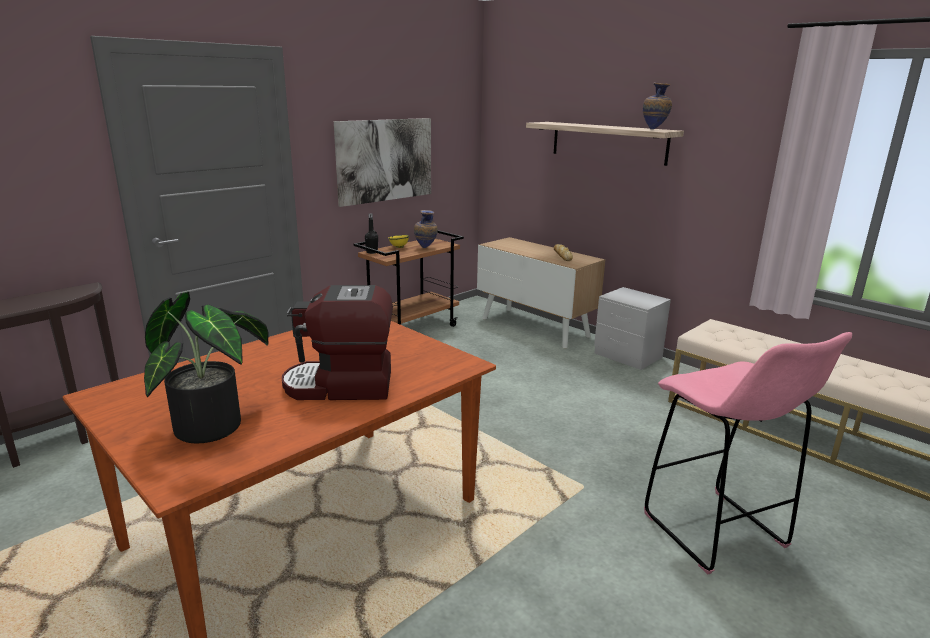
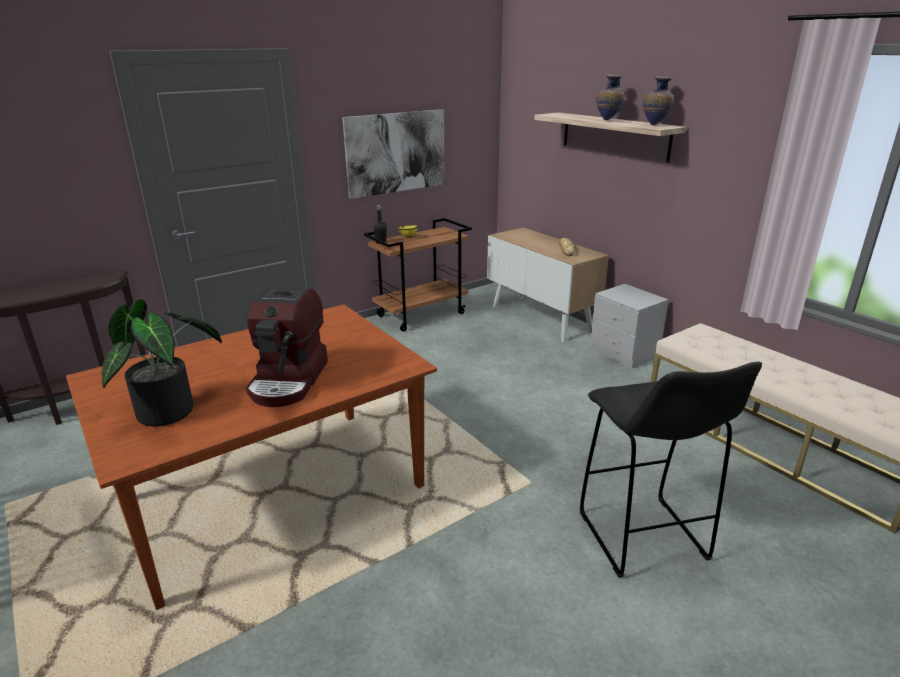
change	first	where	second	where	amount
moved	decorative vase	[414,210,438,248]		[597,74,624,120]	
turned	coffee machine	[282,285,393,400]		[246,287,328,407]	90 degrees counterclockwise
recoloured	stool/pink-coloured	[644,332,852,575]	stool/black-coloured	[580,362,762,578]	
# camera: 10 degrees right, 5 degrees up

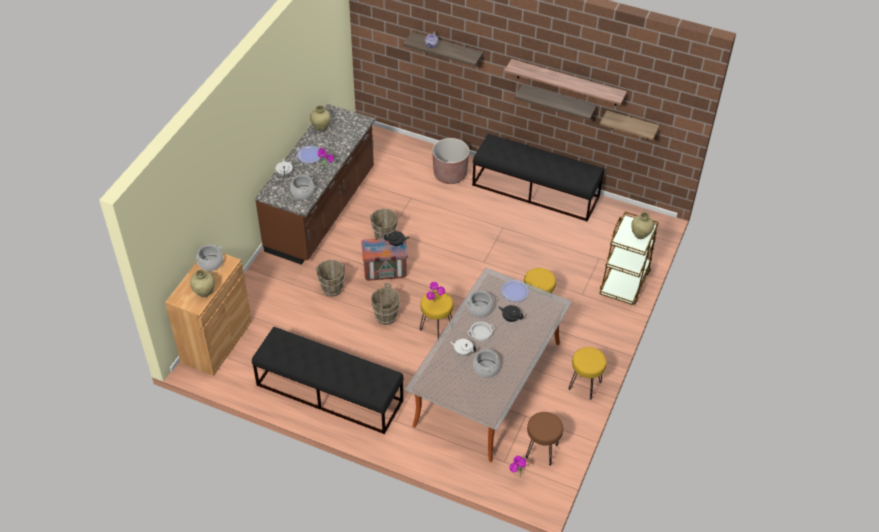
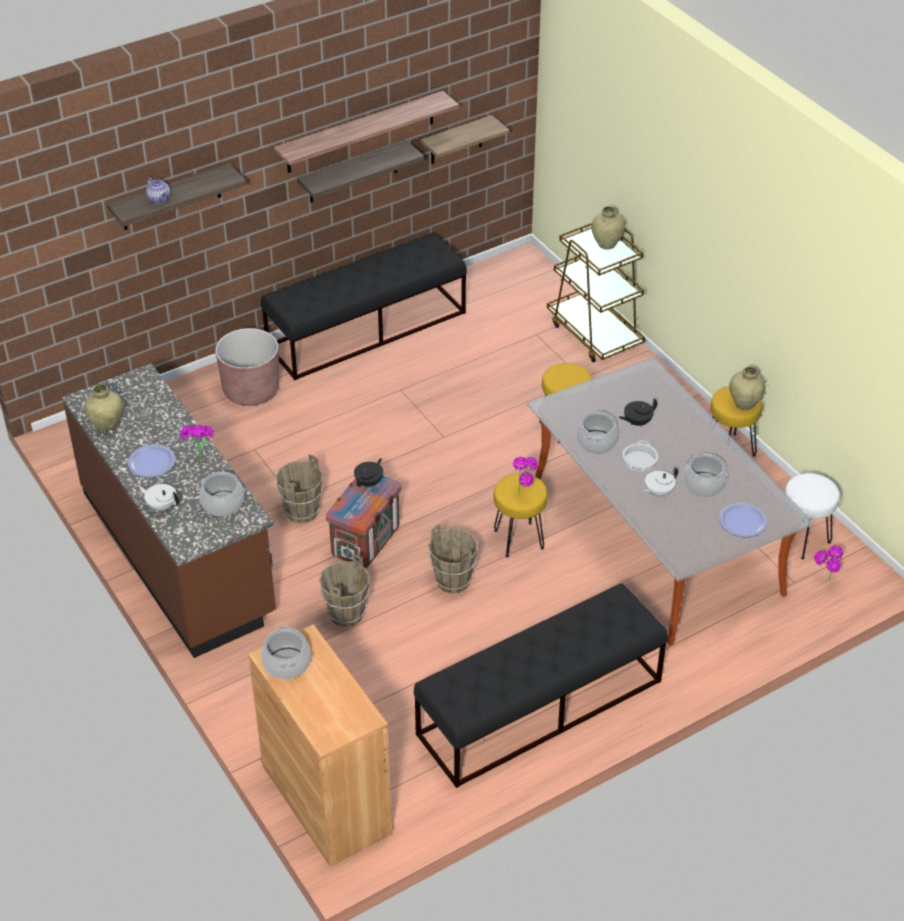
change	first	where	second	where	amount
moved	decorative vase/beige	[190,270,215,297]		[729,367,765,410]	
moved	plate	[501,280,529,302]		[719,503,767,537]	
recoloured	stool/brown	[526,412,563,465]	stool/whitish	[785,473,840,560]	
# camera: 55 degrees left, 5 degrees down

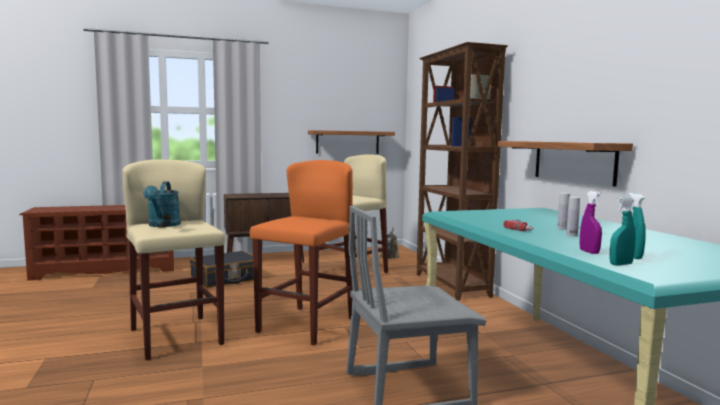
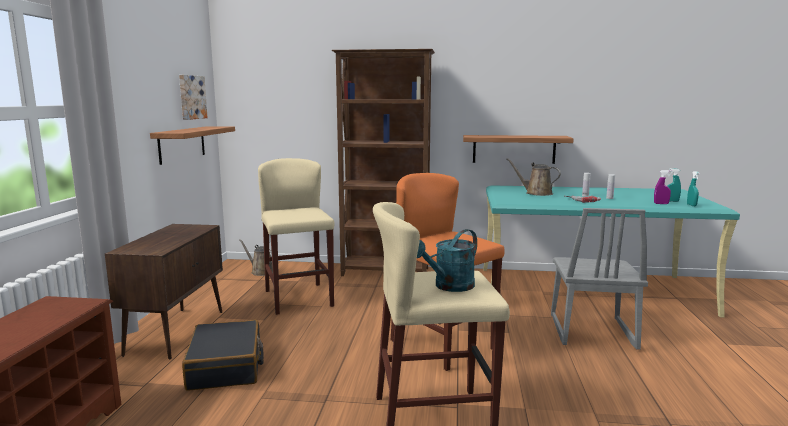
change	first	where	second	where	amount
turned	watering pot/blue-green	[143,182,181,227]		[417,229,477,292]	120 degrees clockwise
added			wall art	[179,75,208,120]	
added			watering pot/brown	[506,158,561,196]	
# camera: 65 degrees left, 5 degrees up

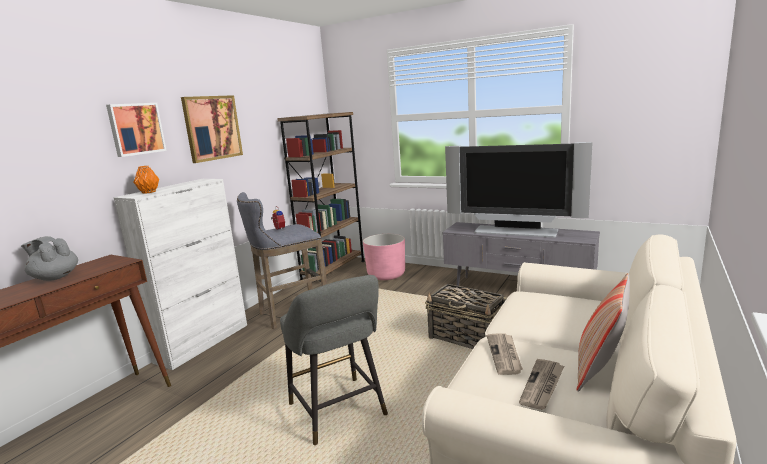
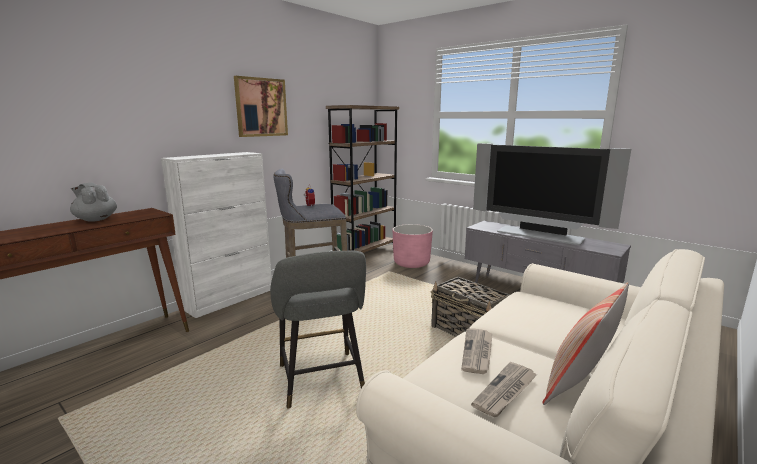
change	first	where	second	where	amount
removed	wall art	[106,103,167,157]			
removed	decorative vase/orange-coloured	[133,166,159,194]			
# camera: 10 degrees right, 0 degrees up

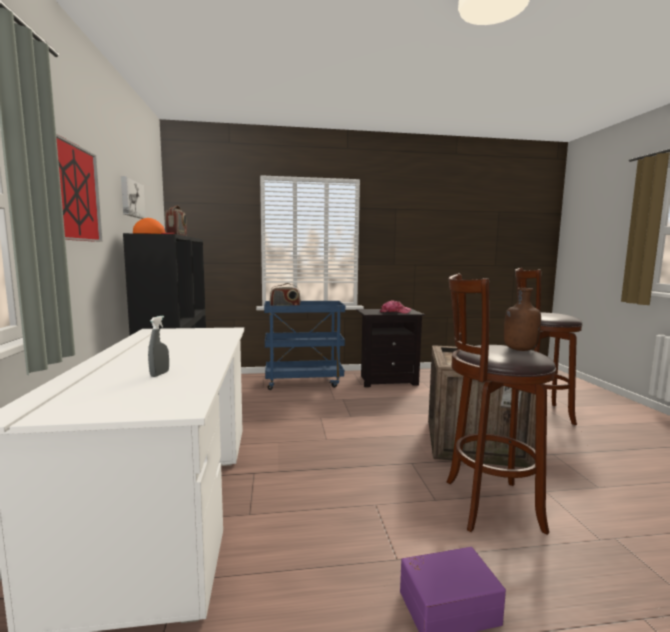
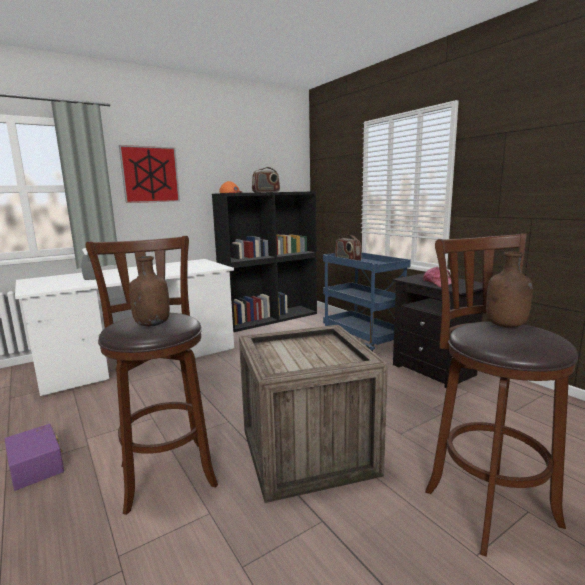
change	first	where	second	where	amount
removed	wall art	[121,176,146,219]			
added			beverage bottle/brown	[486,252,533,328]	
# camera: 65 degrees right, 5 degrees up

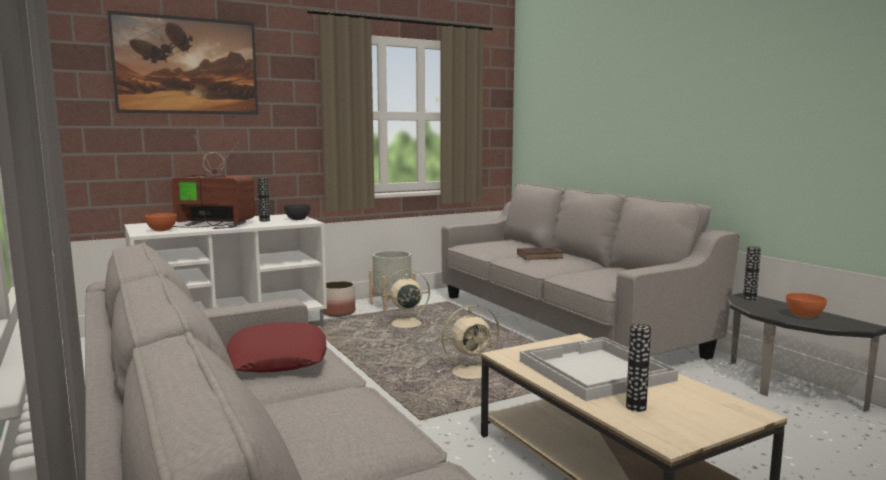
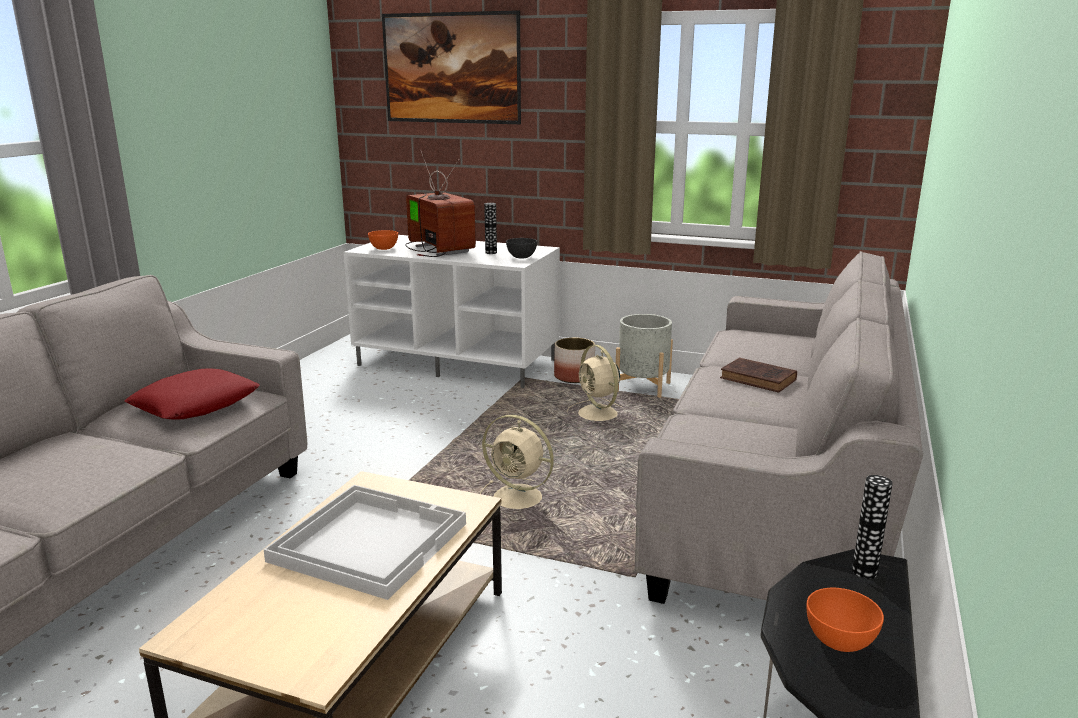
change	first	where	second	where	amount
turned	fan/beige	[382,270,433,330]		[567,345,622,421]	150 degrees counterclockwise
removed	decorative vase	[626,324,651,412]			
# camera: 50 degrees right, 10 degrees up

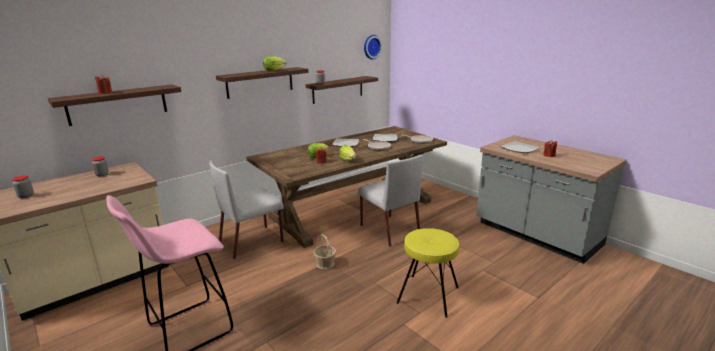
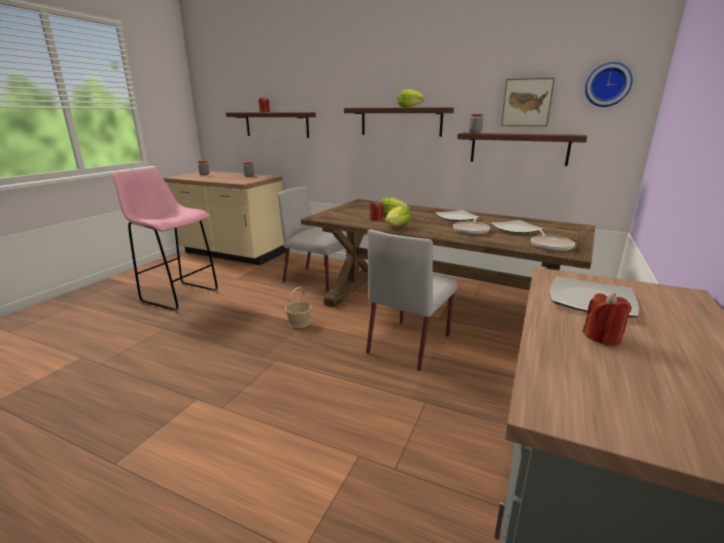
change	first	where	second	where	amount
removed	stool/yellowish	[397,228,459,318]			
added			wall art	[501,78,555,126]	
# camera: 65 degrees right, 0 degrees up

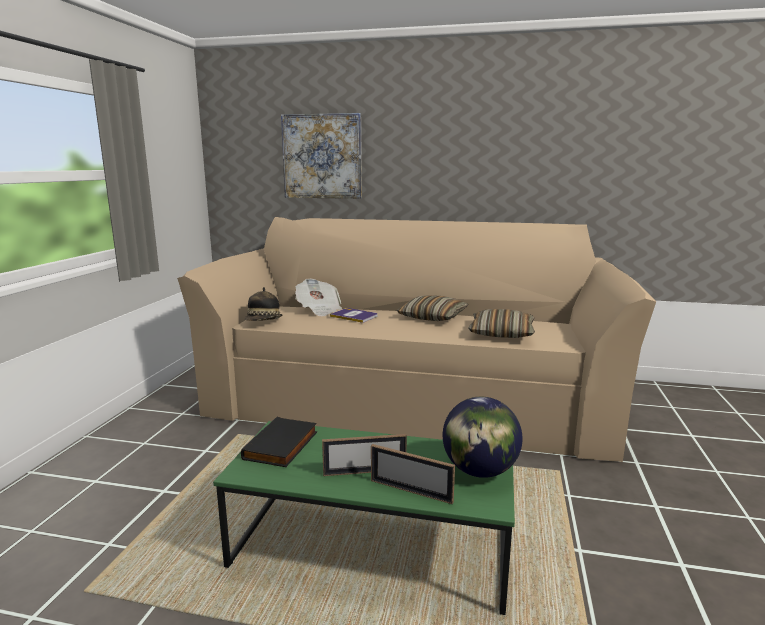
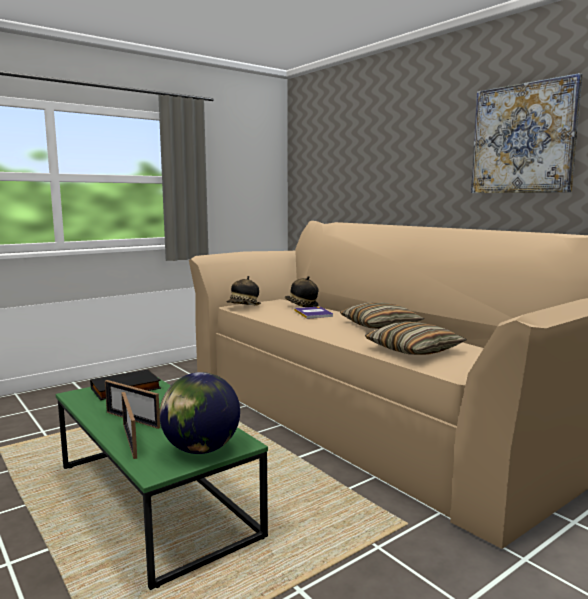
change	first	where	second	where	amount
moved	wall art	[281,113,362,199]		[471,73,583,193]	
replaced	daily paper	[295,279,342,317]	clothing hat	[285,276,319,307]	
# camera: 40 degrees right, 5 degrees down

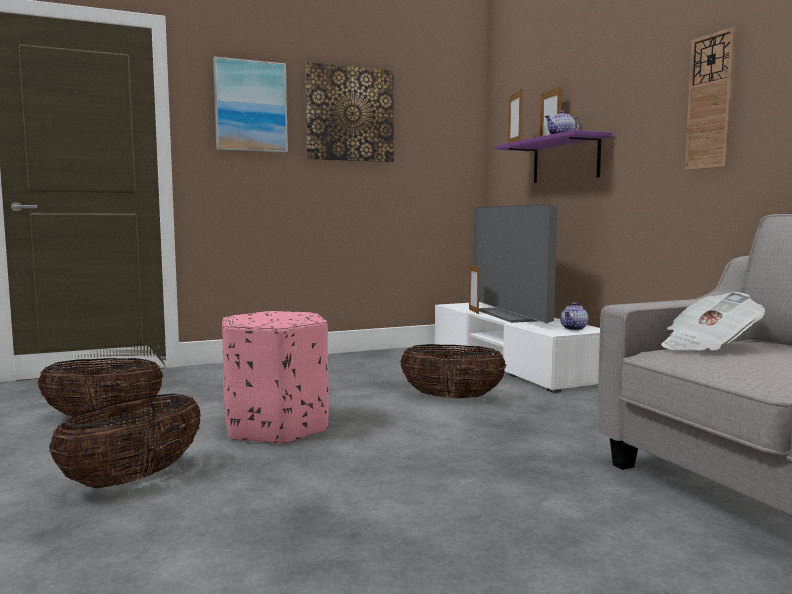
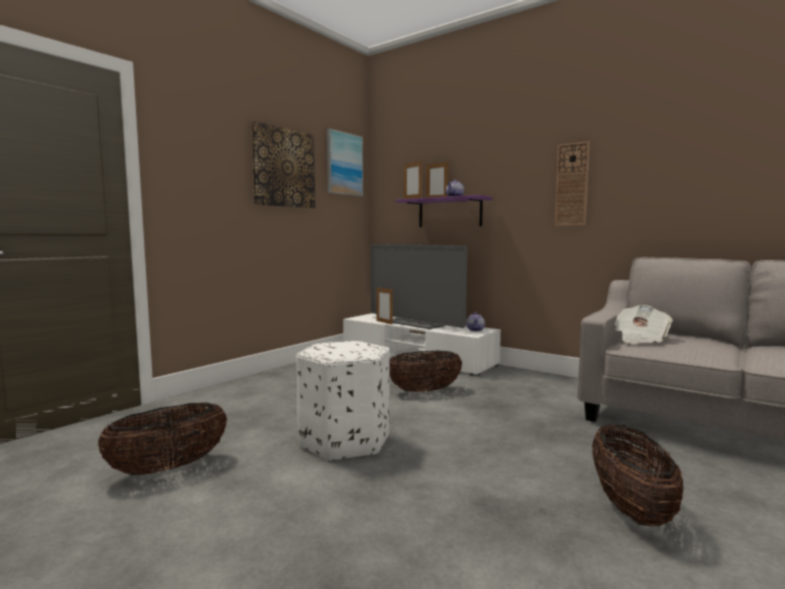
change	first	where	second	where	amount
moved	wall art	[213,57,288,153]		[327,128,363,196]	
recoloured	footrest/pink-coloured	[222,311,329,445]	footrest/whitish	[296,341,390,461]	
moved	basket	[49,394,201,488]		[592,424,684,526]	
# camera: 30 degrees left, 0 degrees up

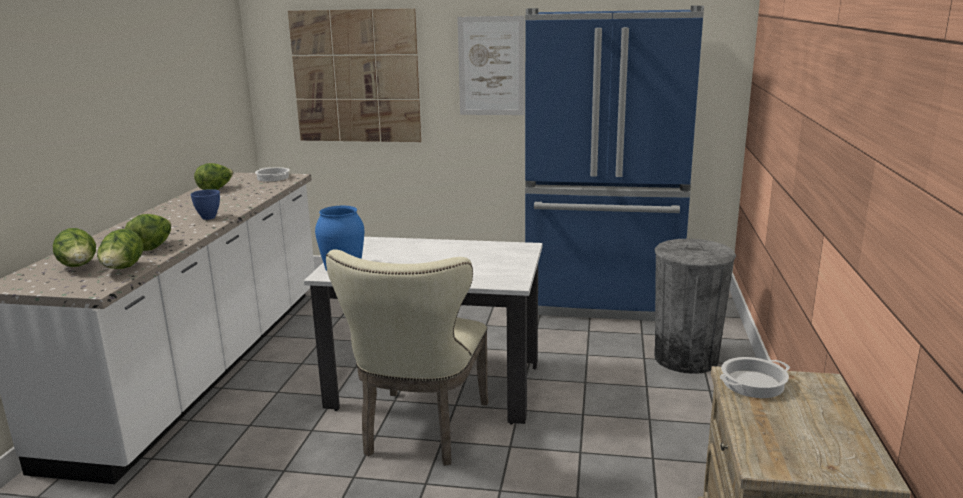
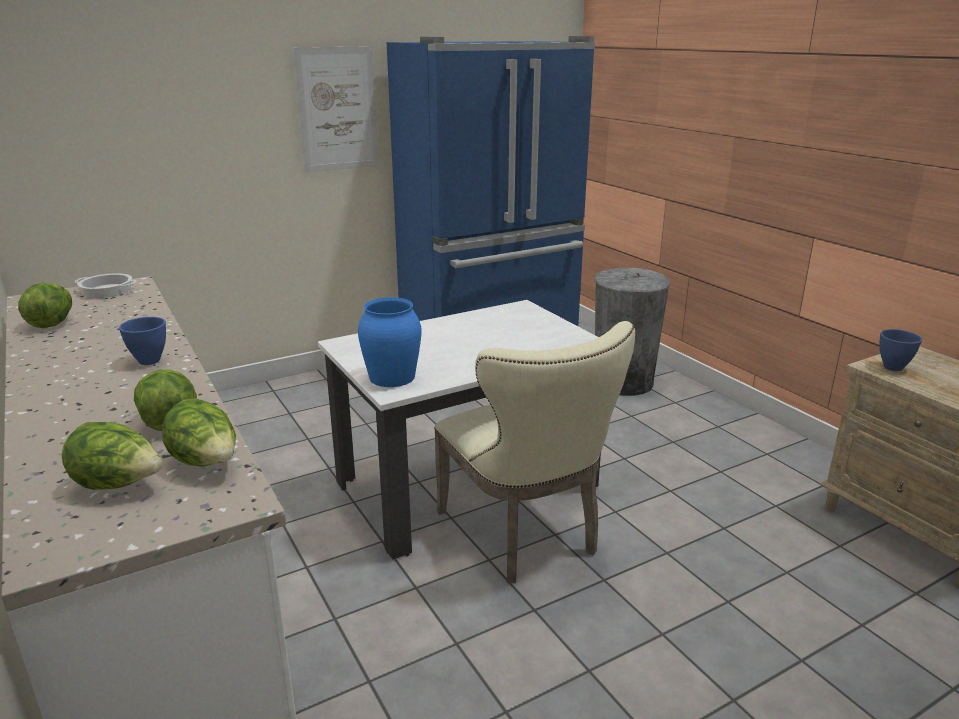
change	first	where	second	where	amount
removed	wall art	[288,9,421,142]			
replaced	cooking pot	[720,357,790,398]	serving bowl/blue	[879,329,922,371]	
# camera: 40 degrees left, 5 degrees up

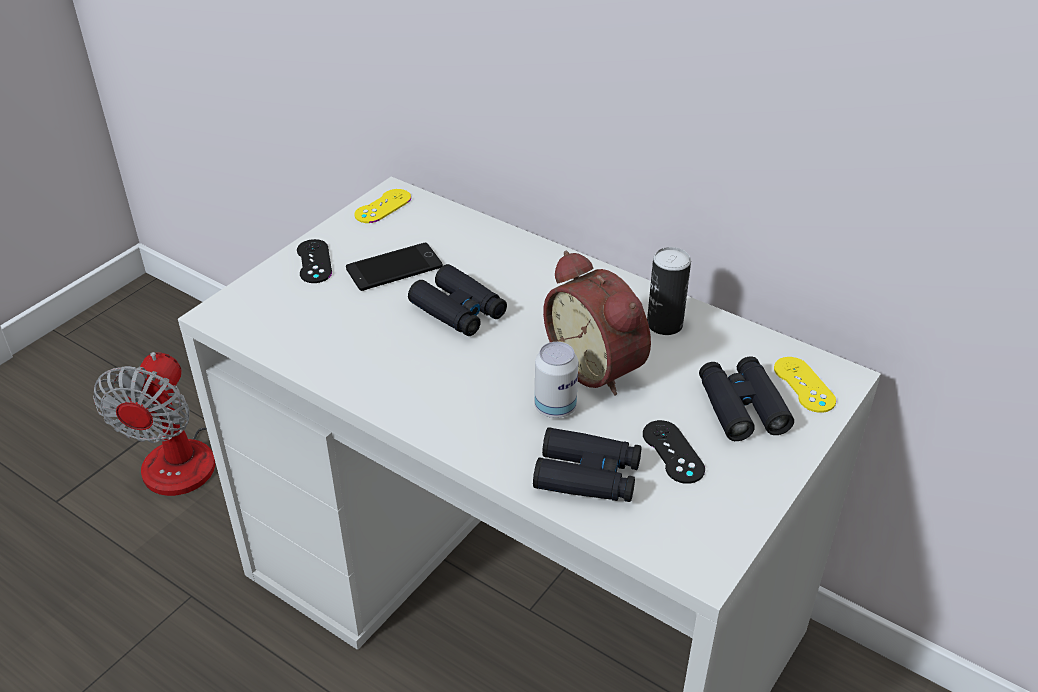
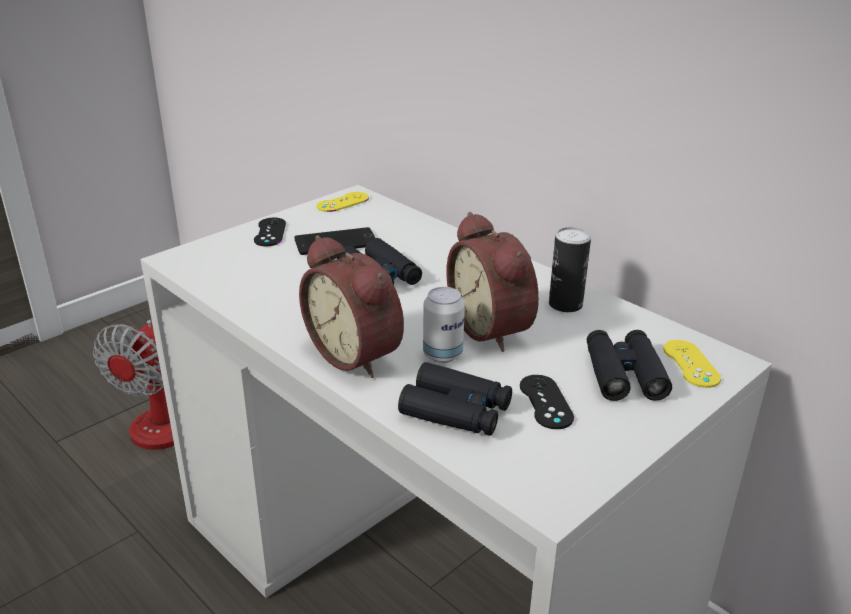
change	first	where	second	where	amount
added			bedside clock	[299,235,404,378]	
# camera: 10 degrees right, 10 degrees down

